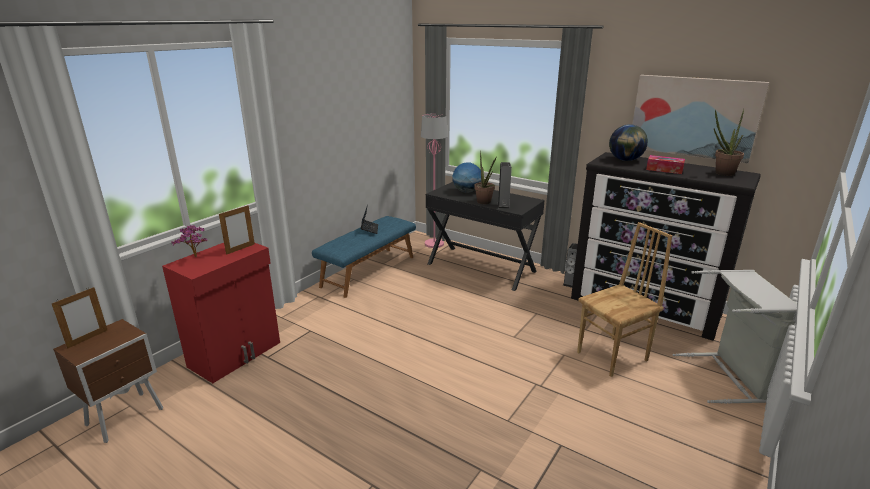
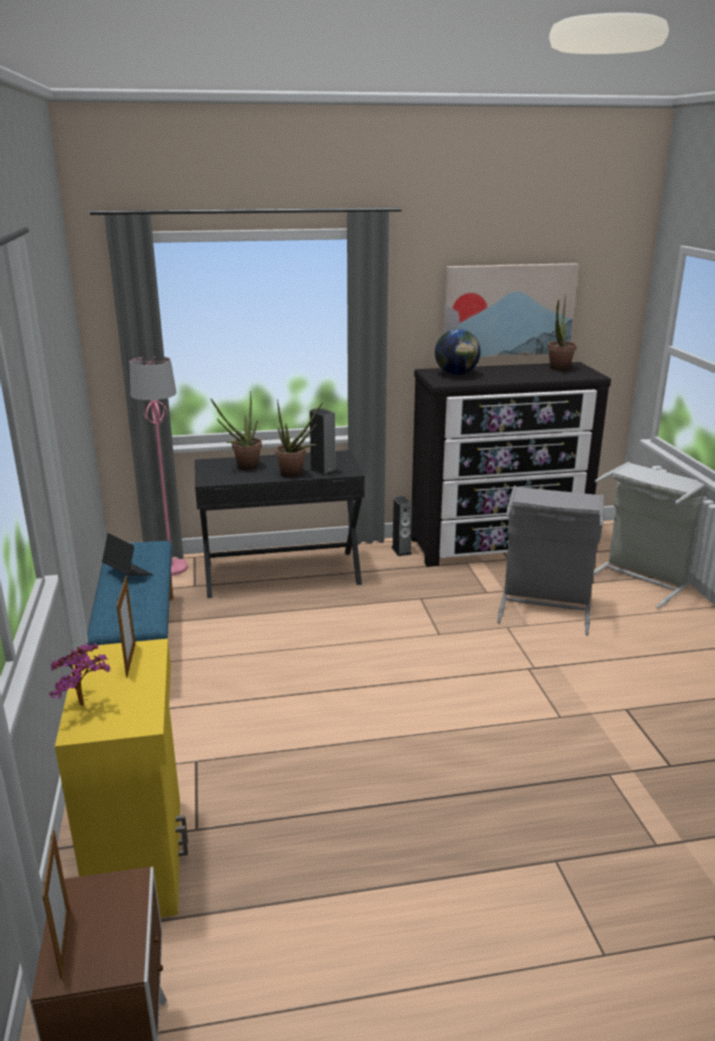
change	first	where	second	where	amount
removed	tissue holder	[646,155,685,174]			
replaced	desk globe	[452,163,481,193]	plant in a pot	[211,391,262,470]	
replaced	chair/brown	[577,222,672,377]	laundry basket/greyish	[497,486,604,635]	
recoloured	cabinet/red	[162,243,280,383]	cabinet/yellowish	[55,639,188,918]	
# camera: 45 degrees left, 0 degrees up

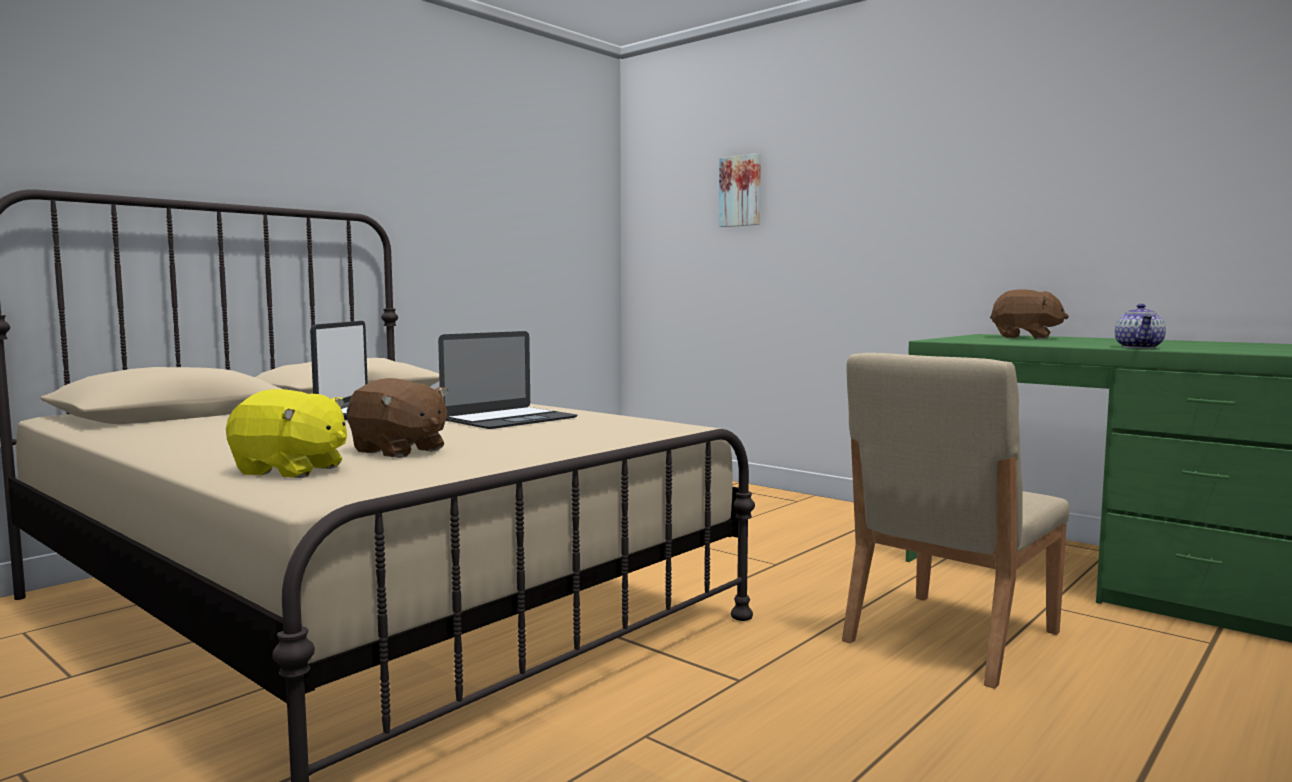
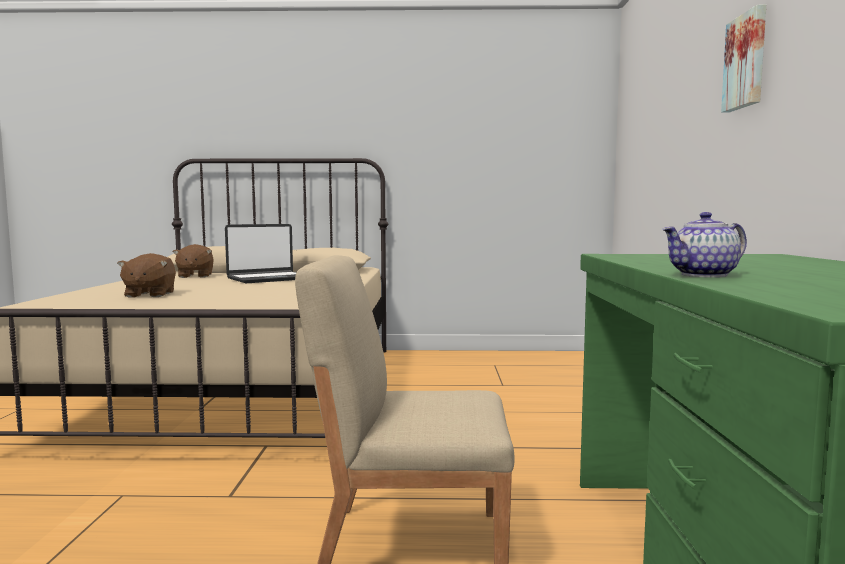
change	first	where	second	where	amount
moved	wall art	[719,153,761,227]		[721,5,766,113]	
moved	plush toy/brown	[990,289,1069,339]		[173,244,214,278]	
removed	notebook computer	[438,331,577,429]			
removed	plush toy/yellowish	[226,389,347,478]			
# camera: 50 degrees right, 0 degrees up

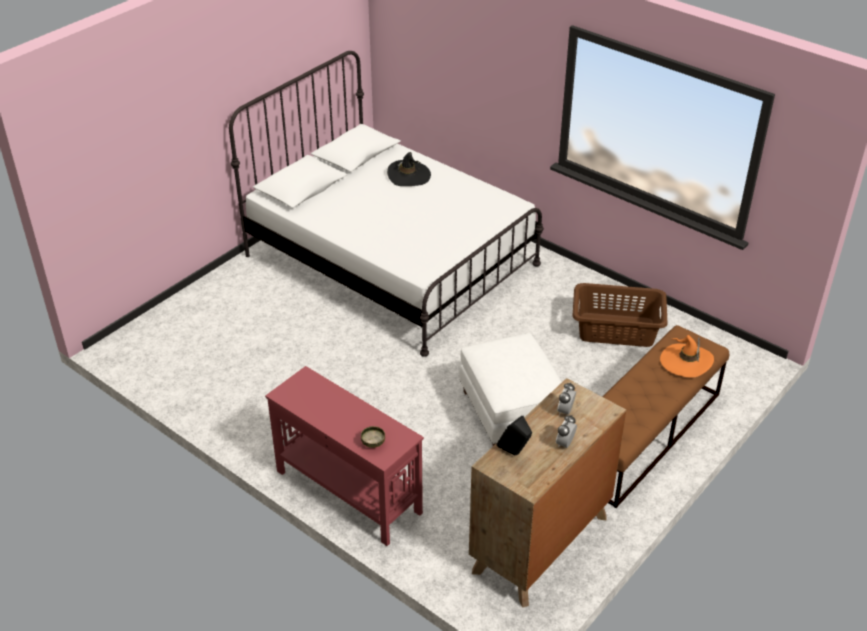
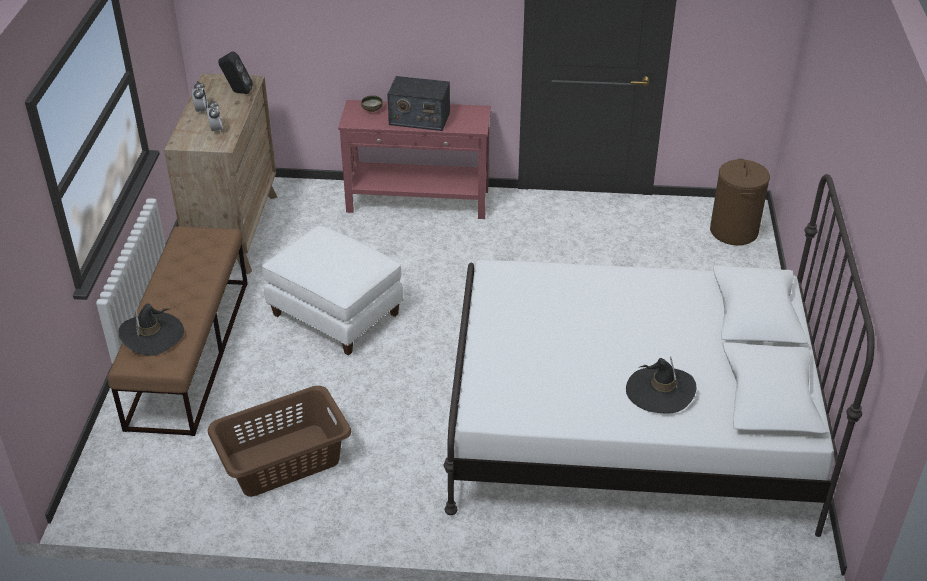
change	first	where	second	where	amount
recoloured	clothing hat/orange-coloured	[660,335,714,378]	clothing hat/black-coloured	[118,303,184,356]	
added			radio set	[387,76,450,131]	
added			laundry basket/brown	[710,159,770,245]	
# camera: 145 degrees right, 0 degrees up

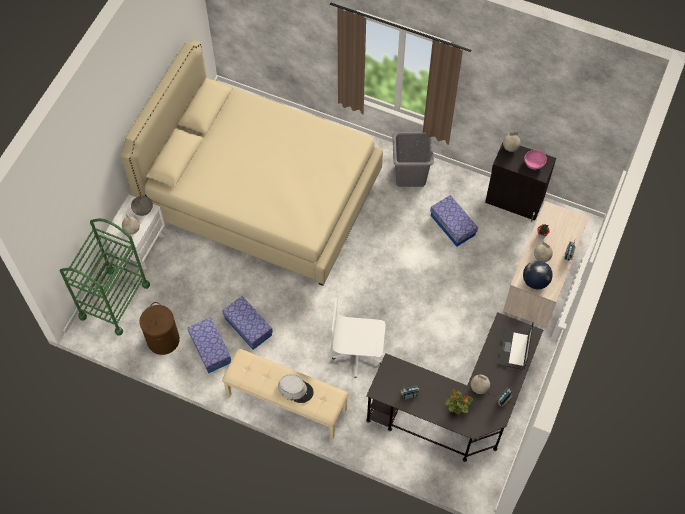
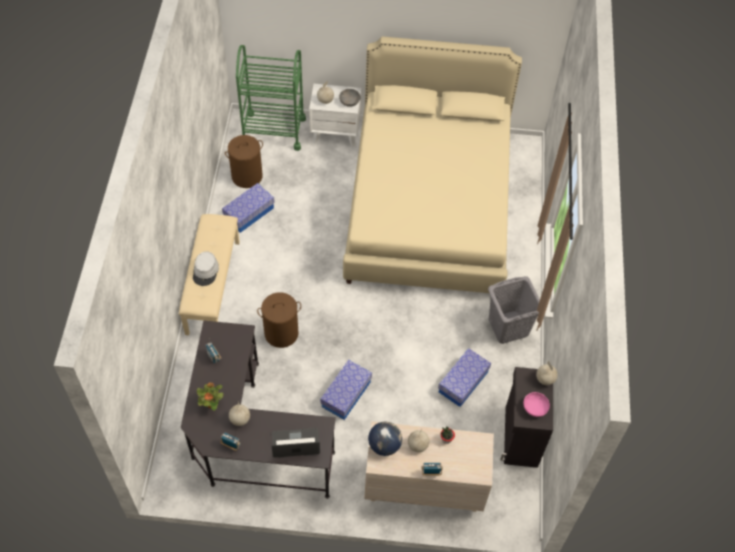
change	first	where	second	where	amount
moved	storage container	[222,296,273,350]		[320,360,372,420]	
replaced	computer chair/whitish	[331,298,386,378]	laundry basket/brown	[257,292,301,348]	
# camera: 70 degrees right, 5 degrees down

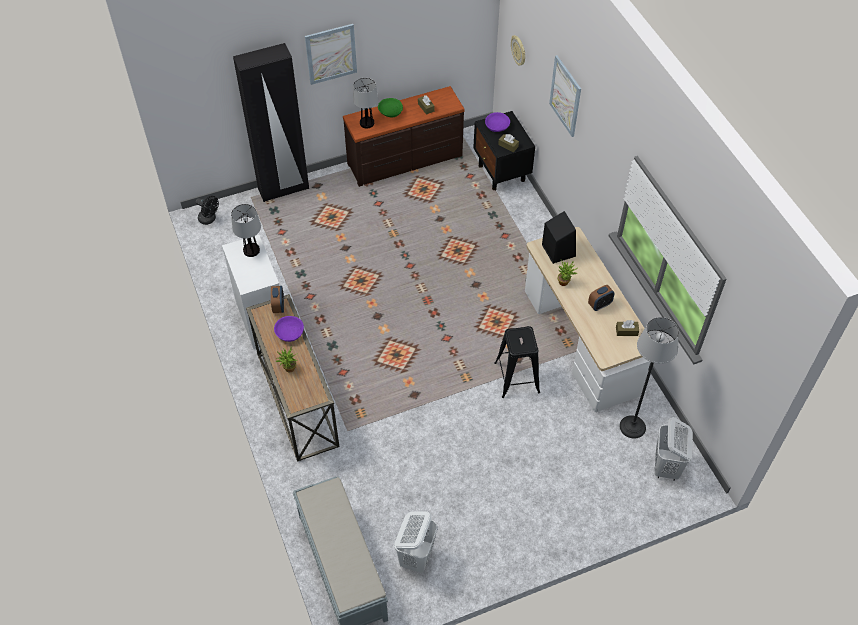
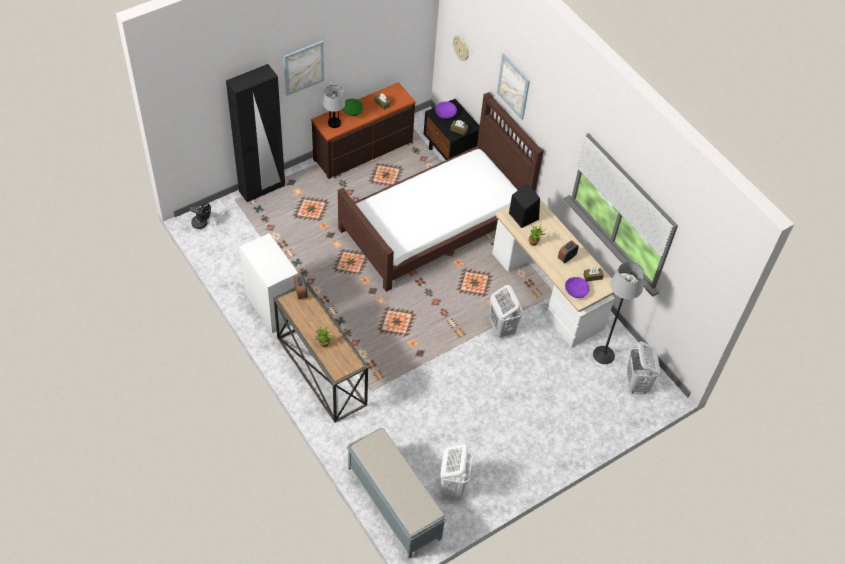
change	first	where	second	where	amount
removed	table lamp	[231,204,261,257]			
moved	serving bowl/purple-coloured	[274,316,304,342]		[565,277,589,298]	
replaced	stool/black-coloured	[494,326,540,398]	laundry basket/whitish	[490,285,523,338]	
added			bed/brown	[338,92,544,292]	
# camera: 15 degrees left, 0 degrees up

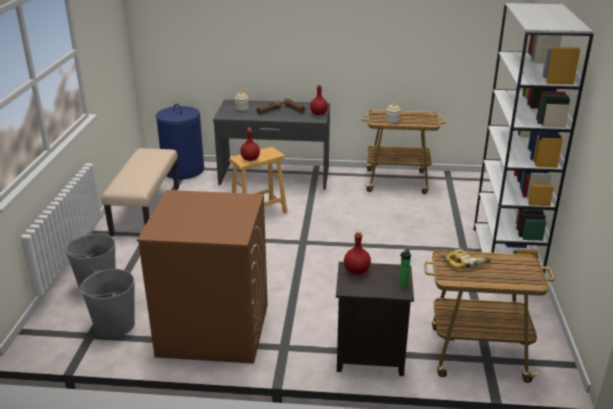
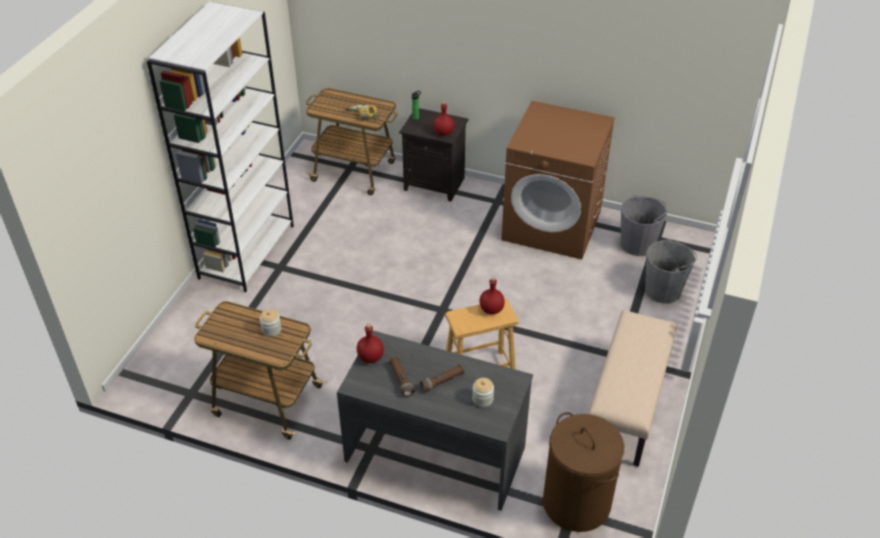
change	first	where	second	where	amount
recoloured	laundry basket/blue	[156,104,204,179]	laundry basket/brown	[543,412,624,532]	
# camera: 165 degrees left, 15 degrees up

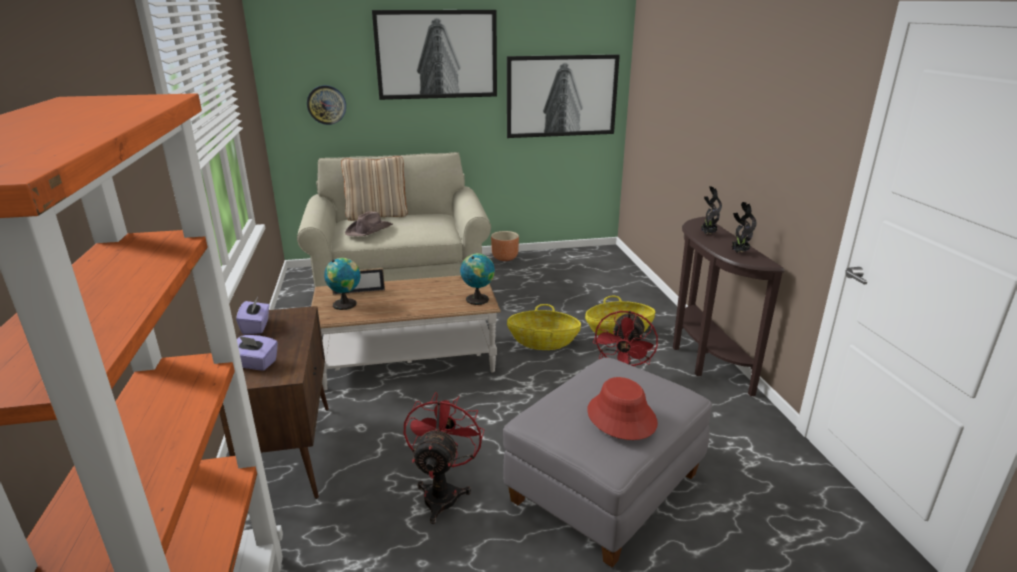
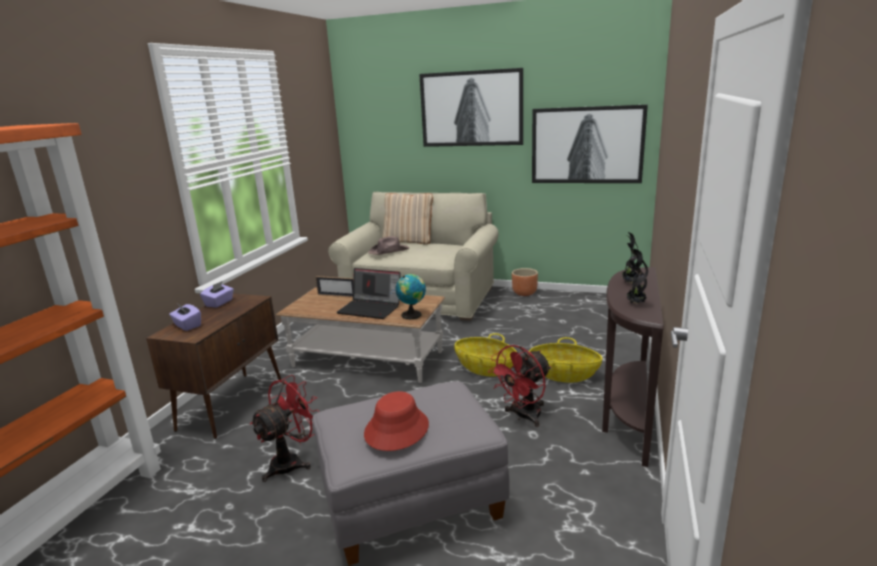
change	first	where	second	where	amount
removed	clock on the wall	[307,85,346,125]			
removed	desk globe	[324,258,361,310]			
added			notebook computer	[337,268,401,319]	
# camera: 30 degrees right, 5 degrees down

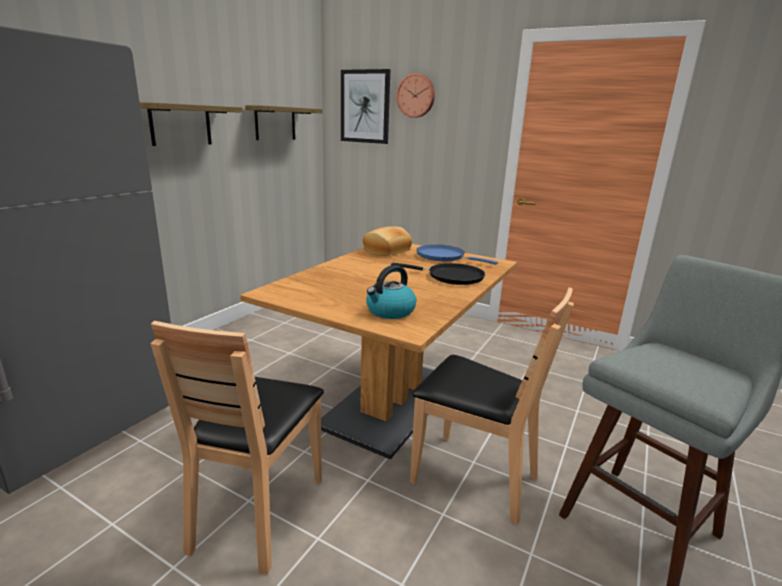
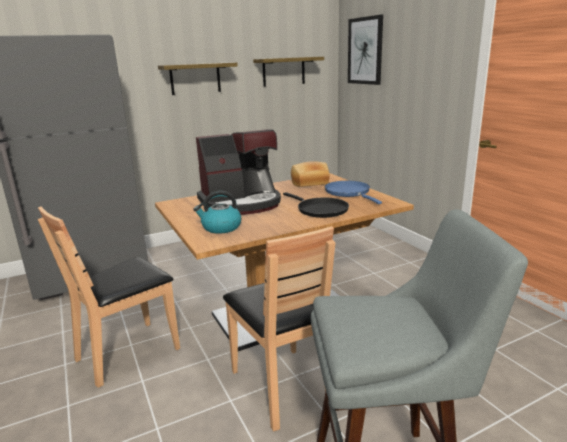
change	first	where	second	where	amount
removed	clock on the wall	[396,73,435,118]			
added			coffee machine	[196,129,281,215]	
# camera: 35 degrees right, 0 degrees up

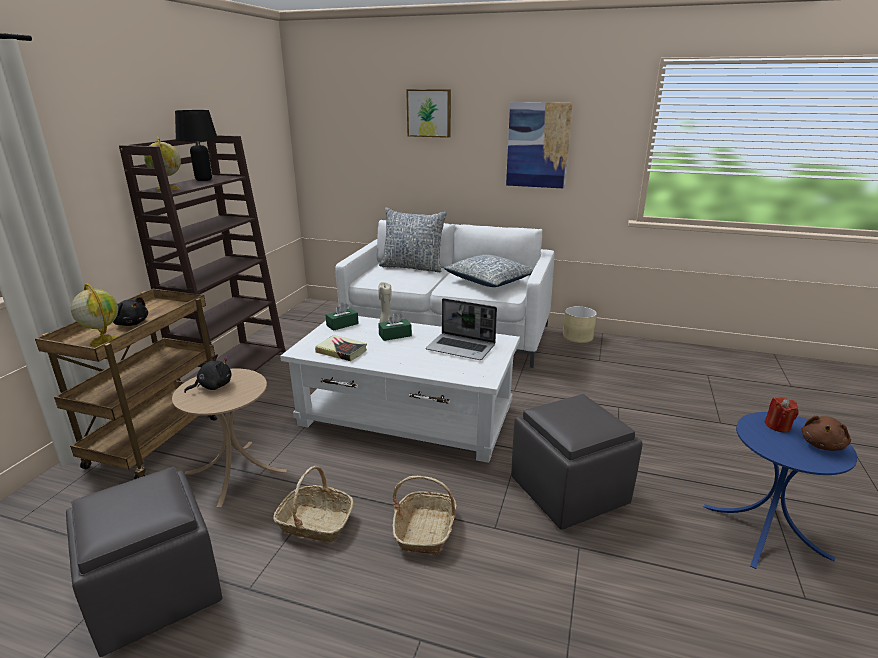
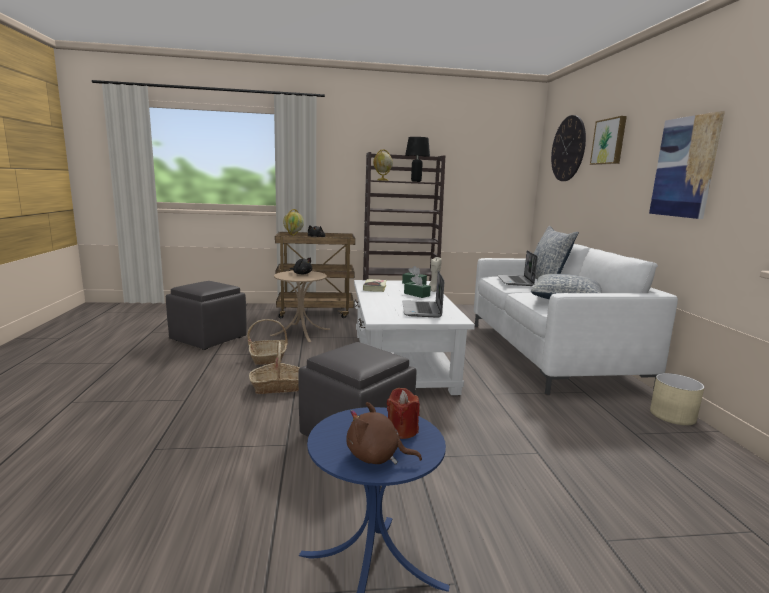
change	first	where	second	where	amount
added			clock on the wall	[551,115,586,181]	
added			notebook computer	[497,250,538,286]	
# camera: 65 degrees right, 10 degrees down

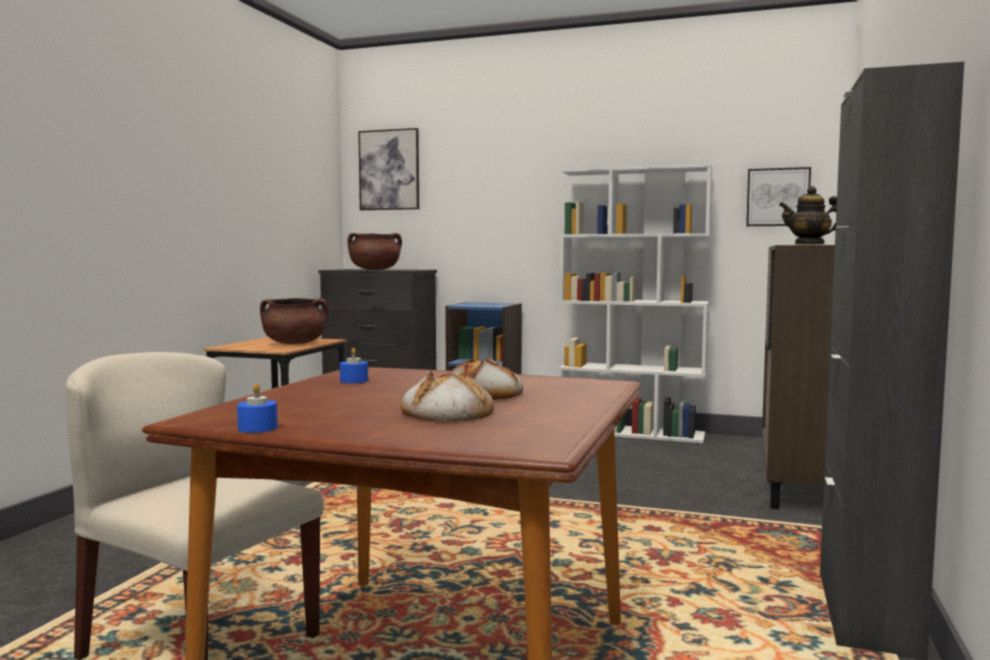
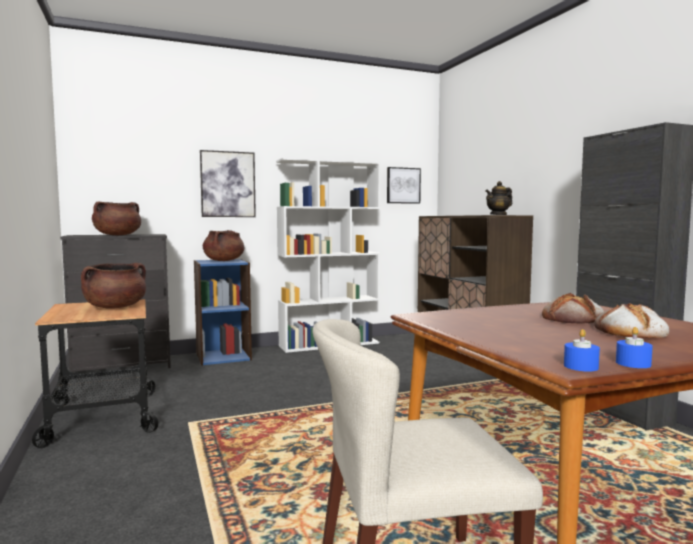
change	first	where	second	where	amount
moved	wall art	[358,128,419,210]		[200,150,256,217]	
moved	wax light/blue	[340,348,368,383]		[564,329,600,372]	
added			cooking pot/brown	[203,230,244,261]	
# camera: 40 degrees left, 0 degrees up

